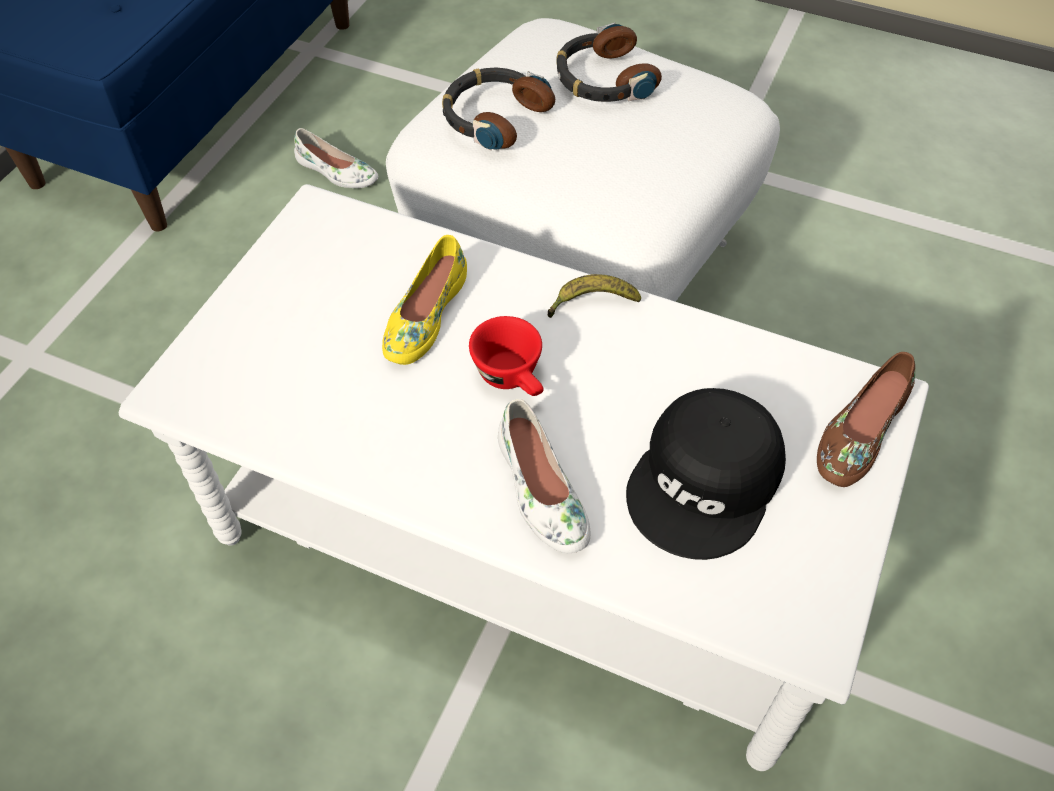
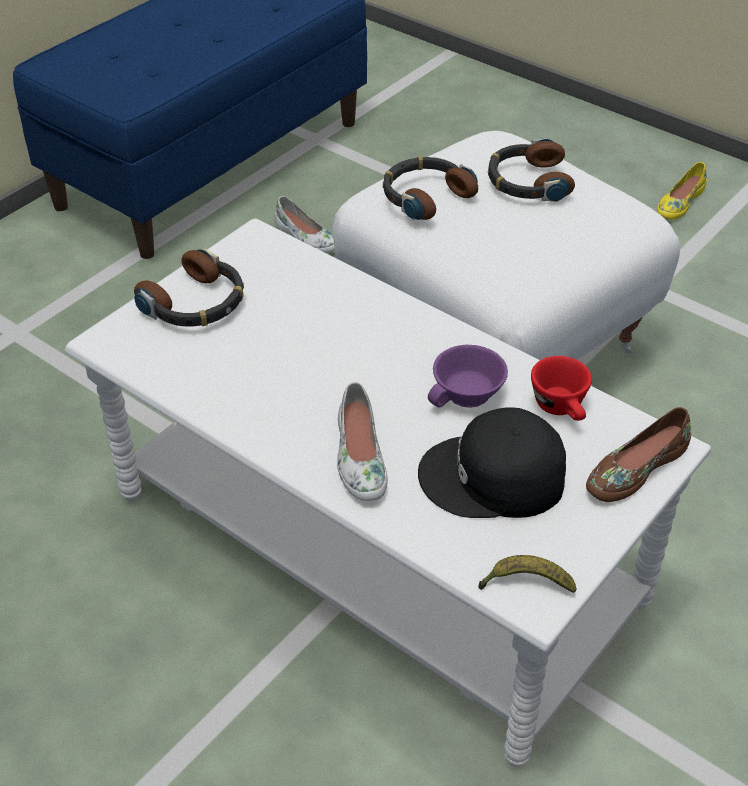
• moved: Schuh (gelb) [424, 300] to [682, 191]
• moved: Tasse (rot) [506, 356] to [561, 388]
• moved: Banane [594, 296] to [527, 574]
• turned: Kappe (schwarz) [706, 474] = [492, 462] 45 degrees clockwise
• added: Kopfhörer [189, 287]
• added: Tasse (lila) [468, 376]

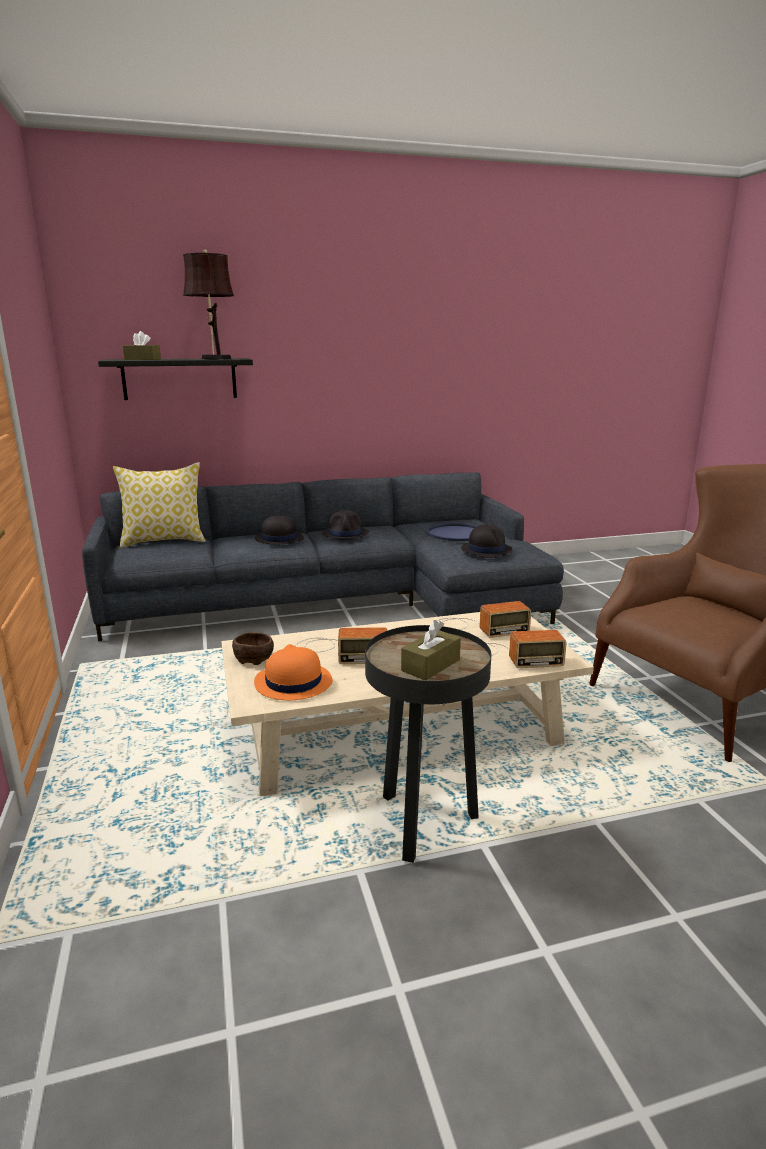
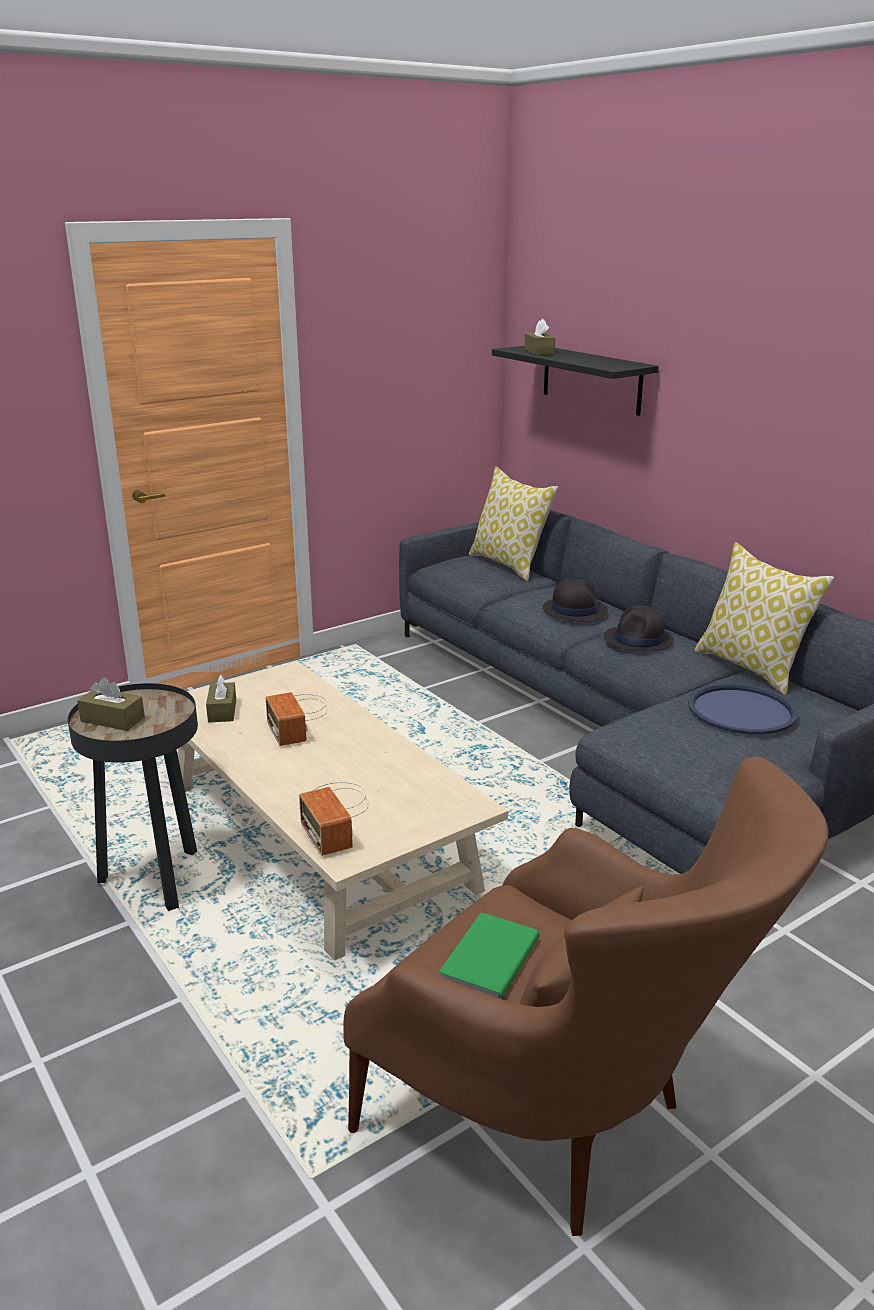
• removed: Tischlampe (braun) [208, 304]
• removed: Schüssel (braun) [253, 648]
• replaced: Hut (orange) [293, 672] to Taschentuchbox (braun) [221, 699]
• removed: Radio [484, 619]
• removed: Hut (schwarz) [486, 541]
• added: Buch (grün) [489, 955]
• added: Kissen [764, 618]

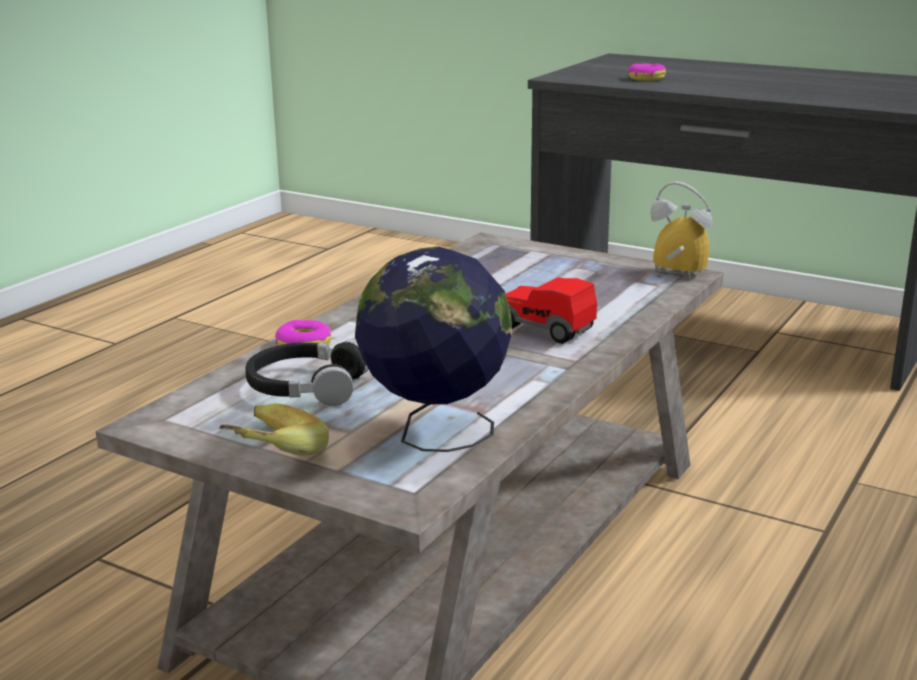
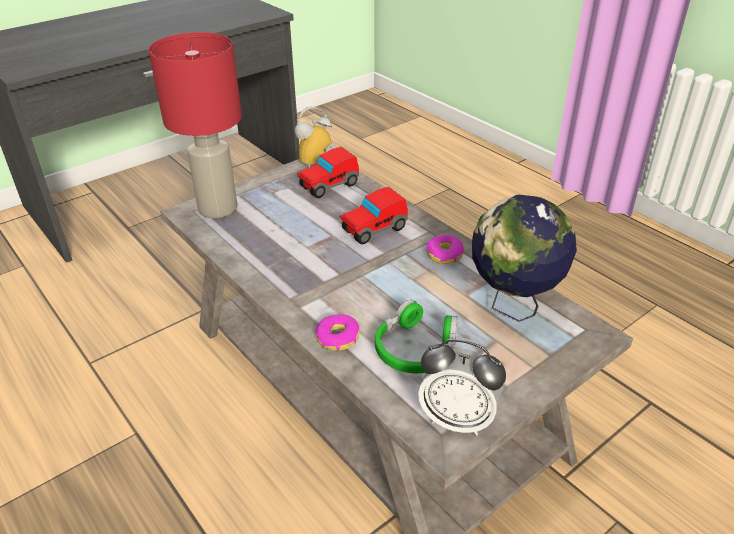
• removed: Banane [274, 430]
• recoloured: Kopfhörer (schwarz) [307, 372] to Kopfhörer (grün) [416, 336]
• moved: Donut [647, 72] to [445, 249]
• added: Tischlampe (rot) [195, 125]
• added: Spielzeugauto [328, 172]
• added: Wecker [462, 387]

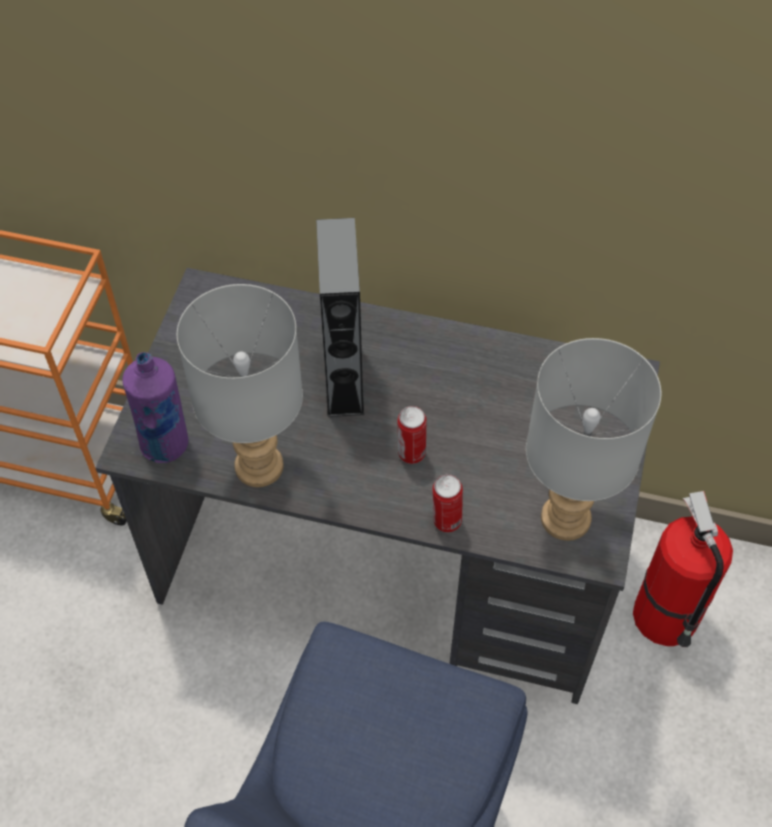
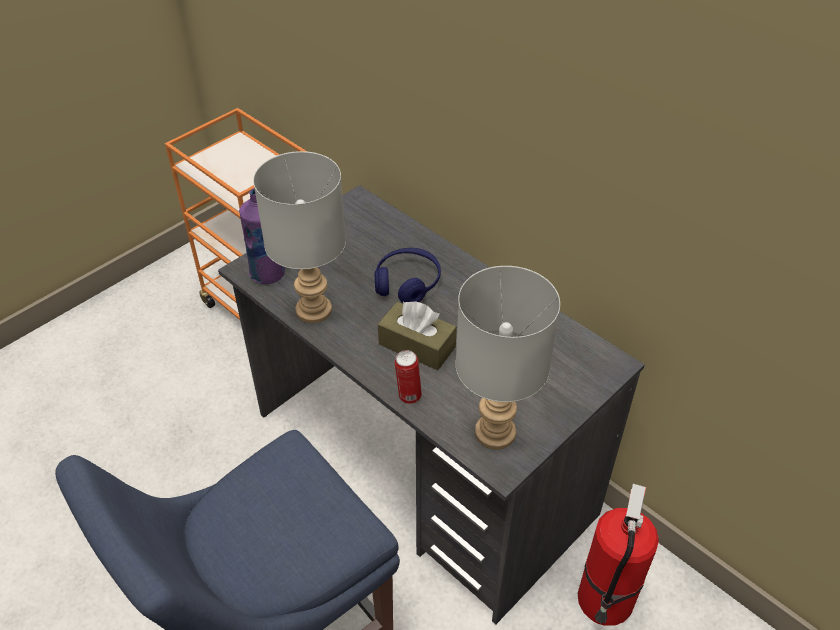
• replaced: Lautsprecher (grau) [340, 317] to Kopfhörer (blau) [407, 275]
• replaced: Dose [412, 435] to Taschentuchbox (braun) [417, 335]

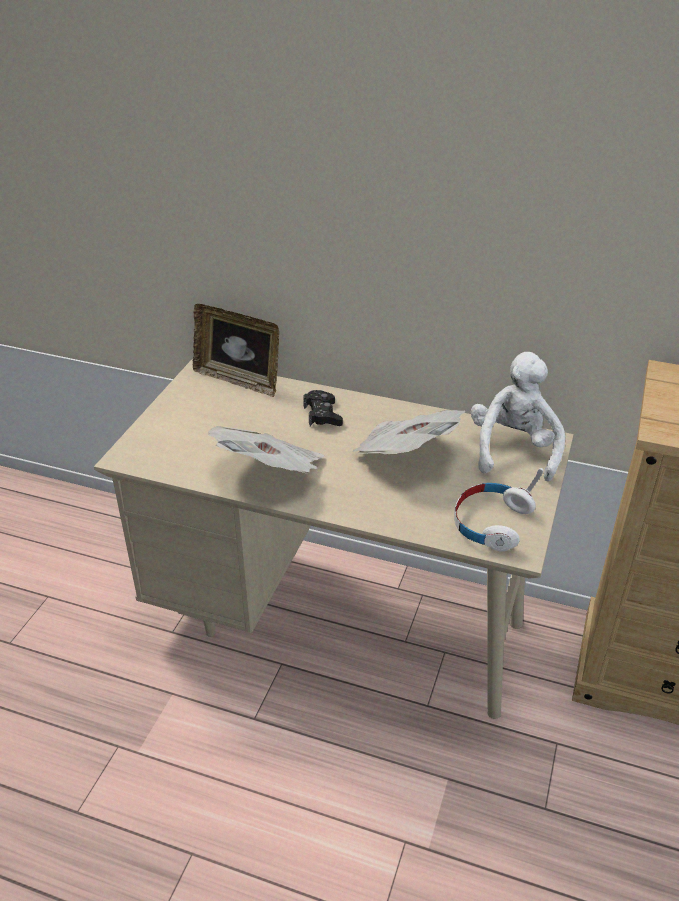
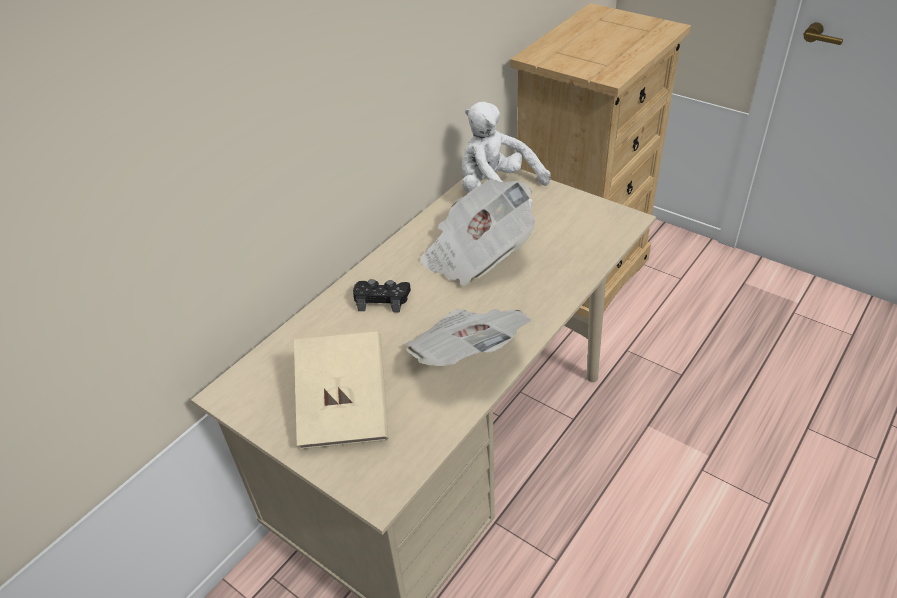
• removed: Bilderrahmen [236, 350]
• removed: Kopfhörer (weiß) [499, 509]
• added: Buch (beige) [341, 390]

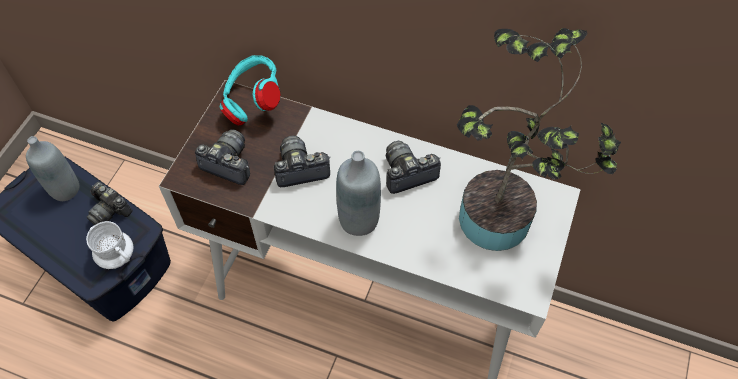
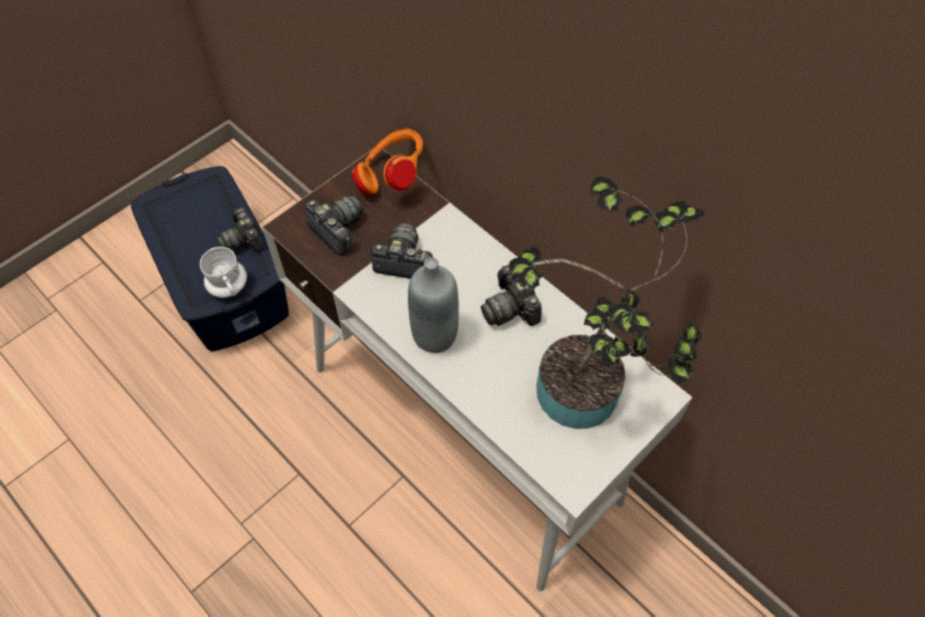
• removed: Flasche (grau) [52, 168]
• recoloured: Kopfhörer (türkis) [250, 90] to Kopfhörer (orange) [387, 162]
• turned: Kamera [413, 167] = [511, 295] 120 degrees counterclockwise

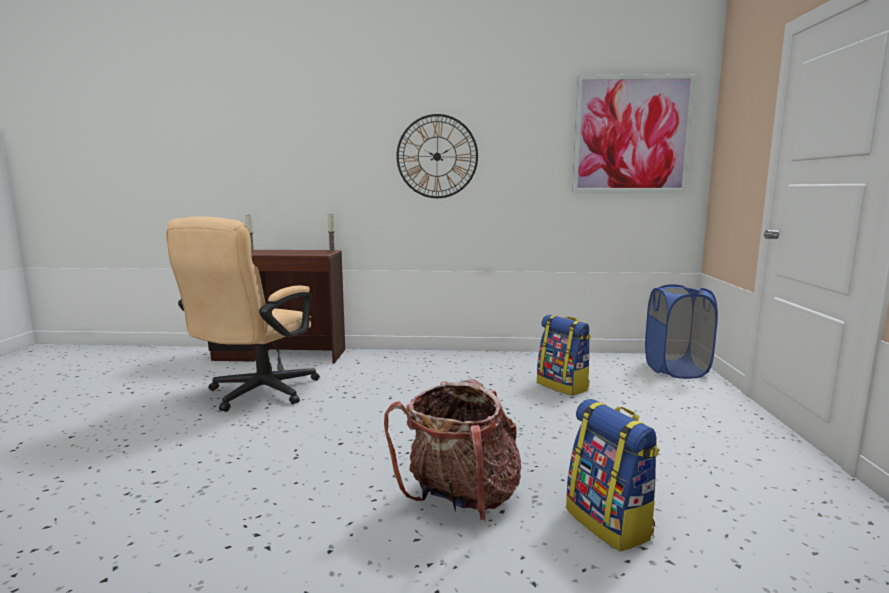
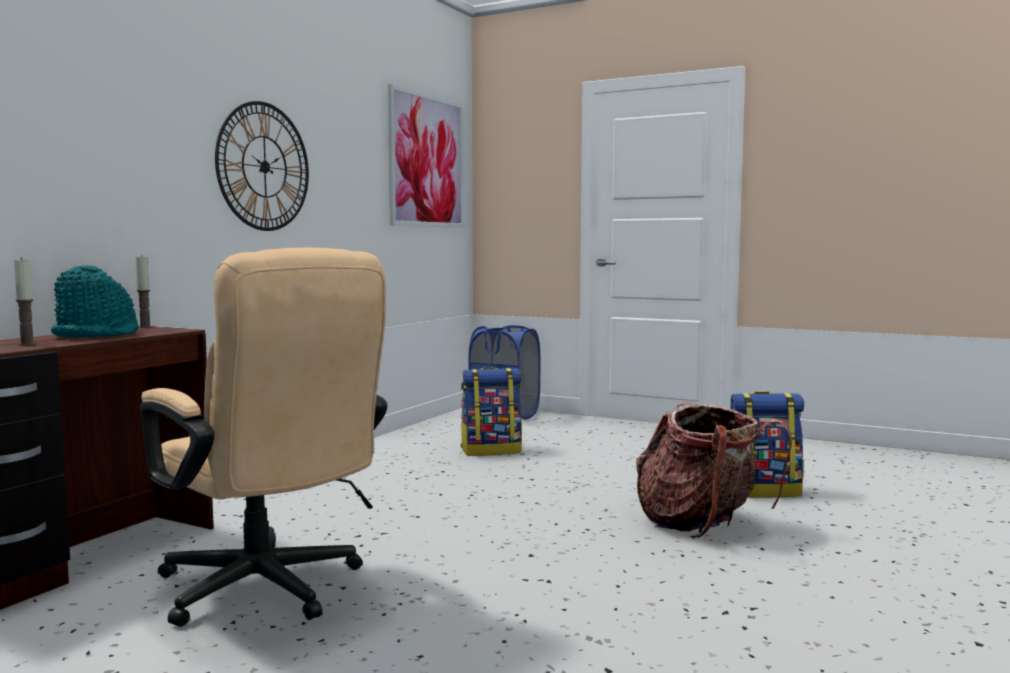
• added: Hut (türkis) [95, 301]

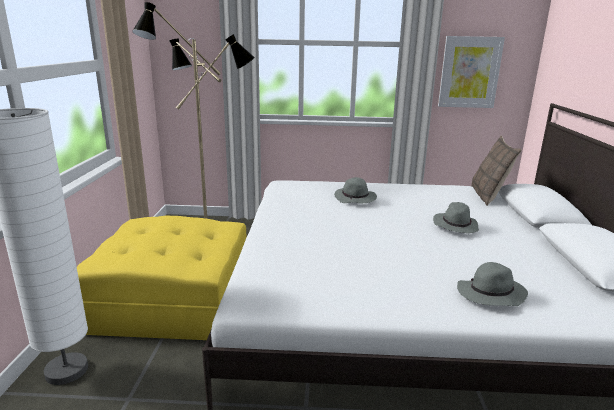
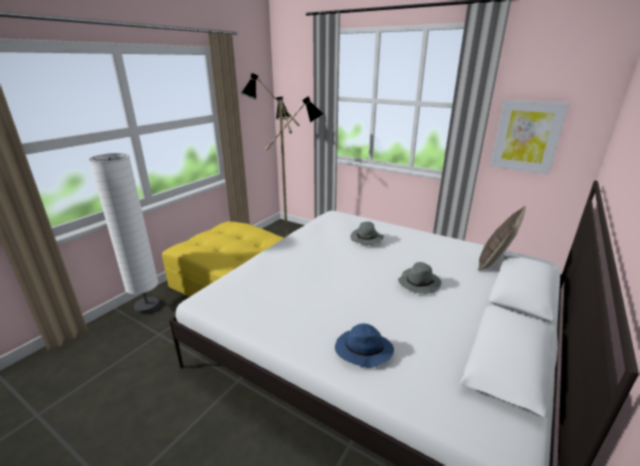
• recoloured: Hut (grau) [492, 284] to Hut (blau) [364, 346]

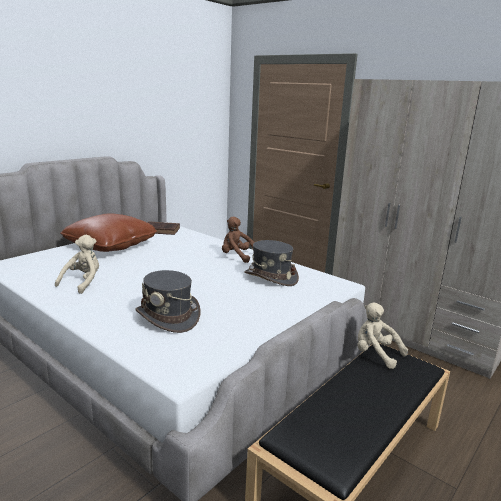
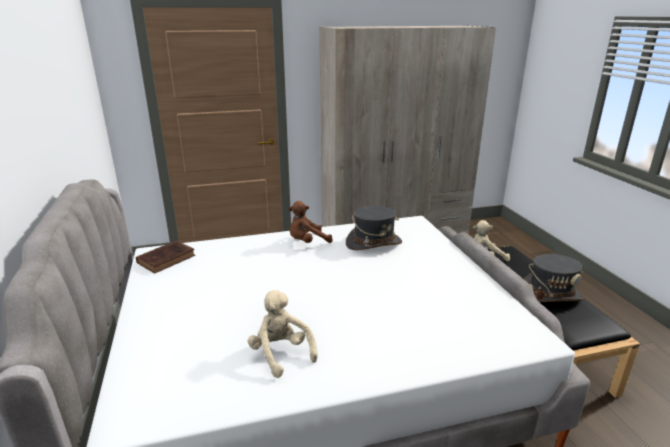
• removed: Kissen (braun) [108, 232]
• moved: Hut (grau) [168, 301] to [554, 278]

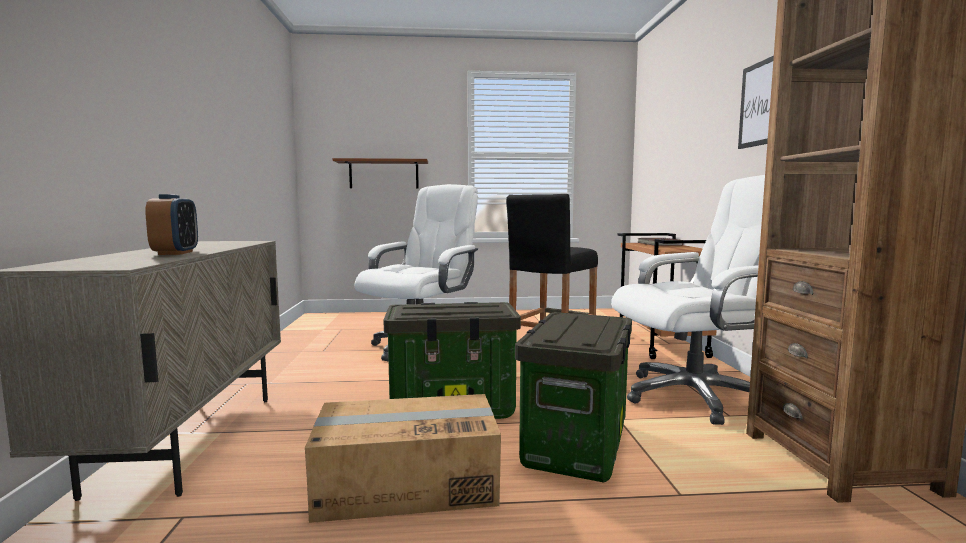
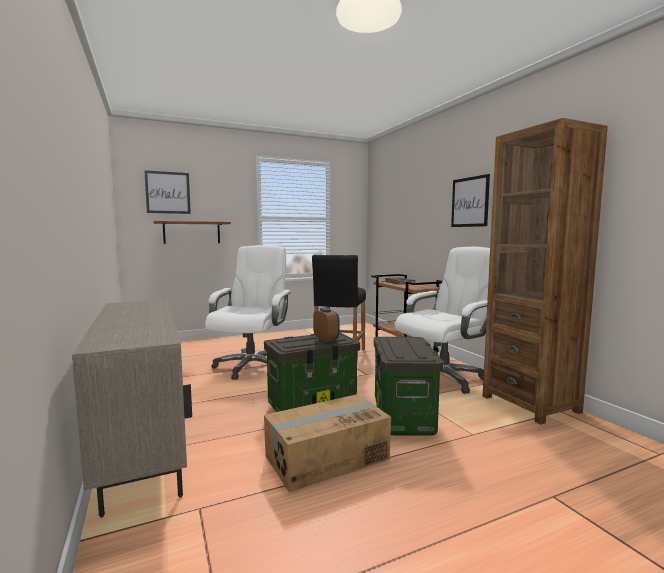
• moved: Wecker [171, 224] to [326, 325]
• added: Bild [167, 192]

